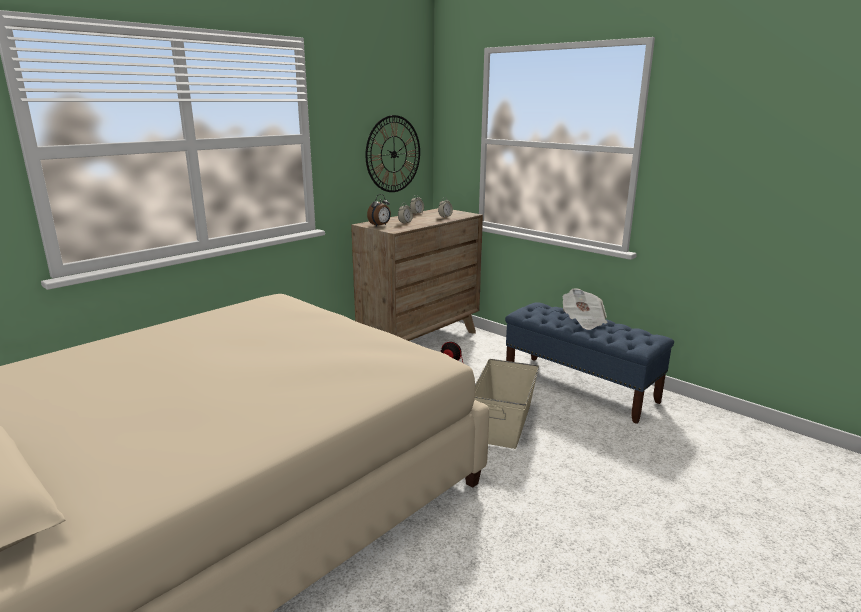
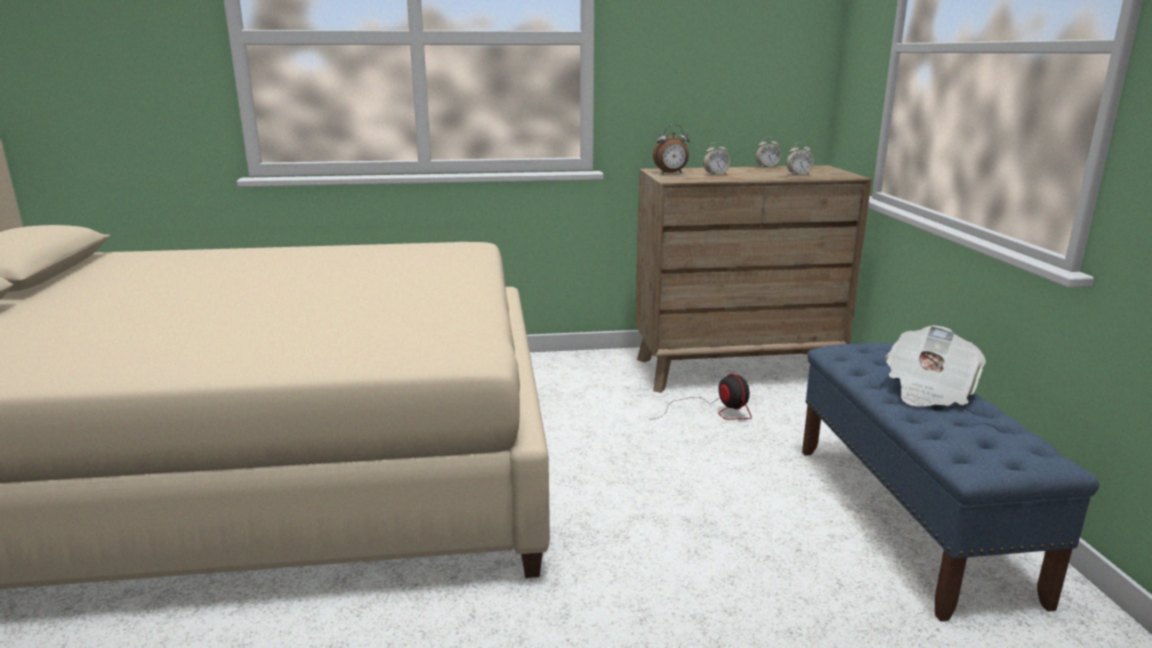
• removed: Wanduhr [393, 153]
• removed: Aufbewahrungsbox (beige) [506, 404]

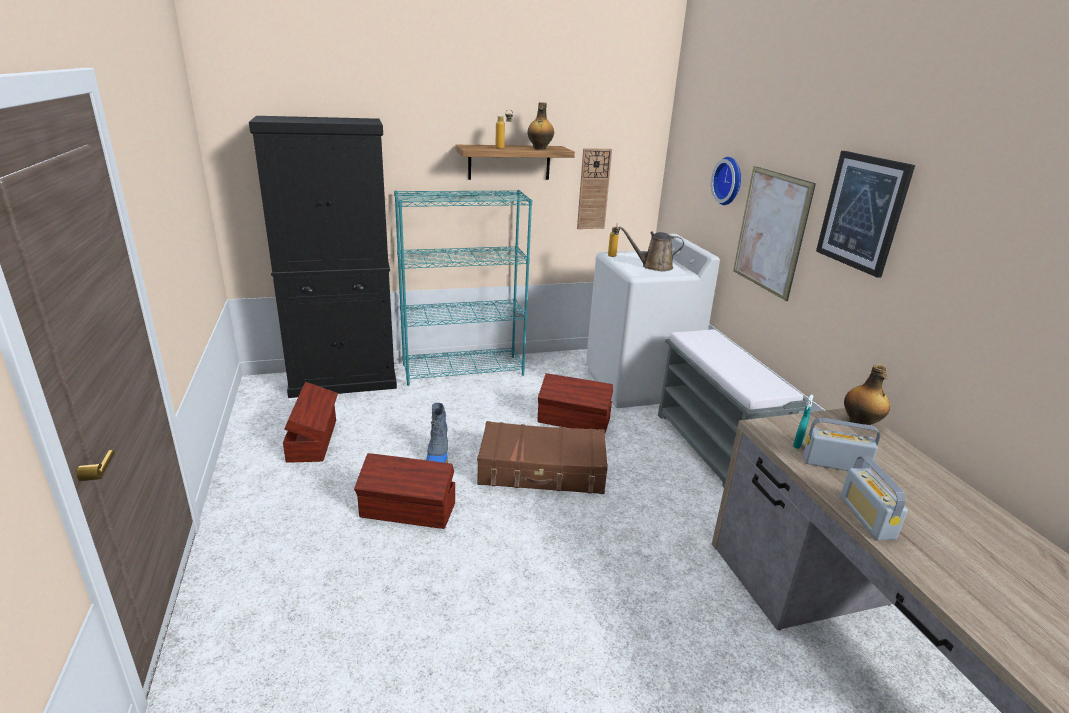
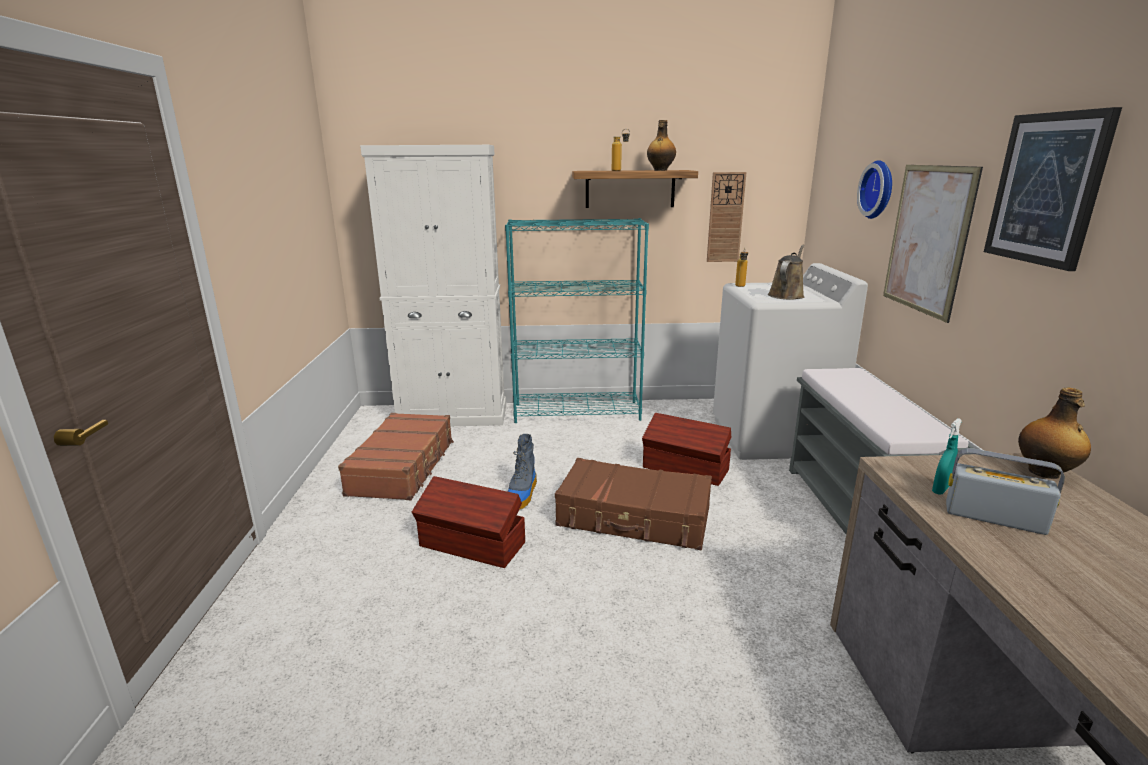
• recoloured: Schrank (schwarz) [323, 257] to Schrank (weiß) [433, 285]
• replaced: Aufbewahrungsbox (braun) [310, 422] to Koffer (braun) [396, 456]
• turned: Gießkanne (braun) [651, 248] = [786, 272] 105 degrees clockwise
• removed: Radio [874, 498]

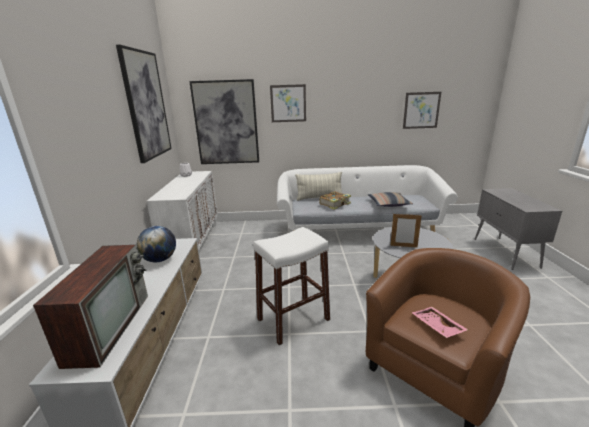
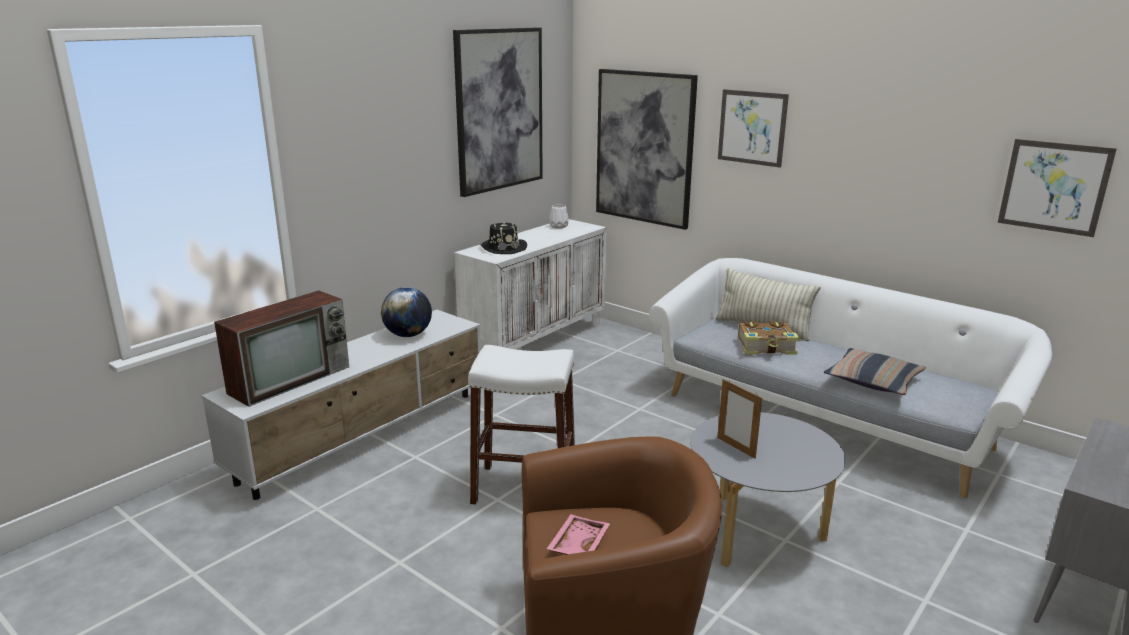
• added: Hut (schwarz) [503, 237]

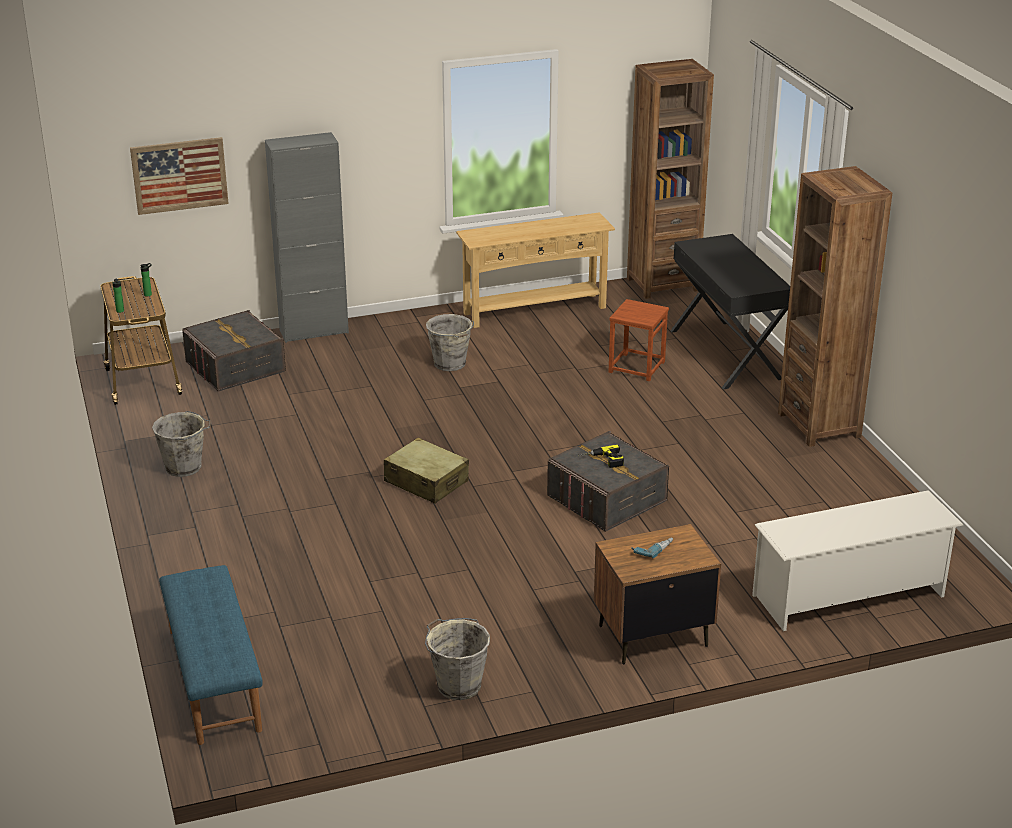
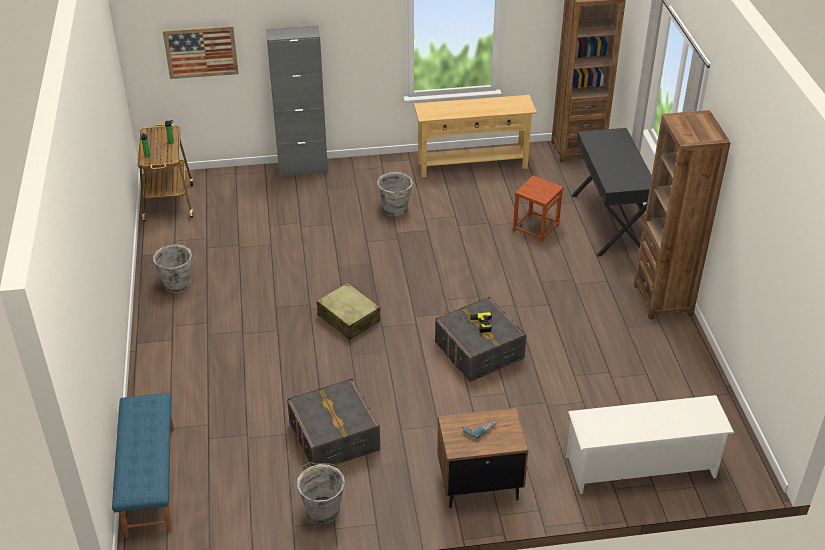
• moved: Aufbewahrungsbox (grau) [234, 351] to [333, 422]

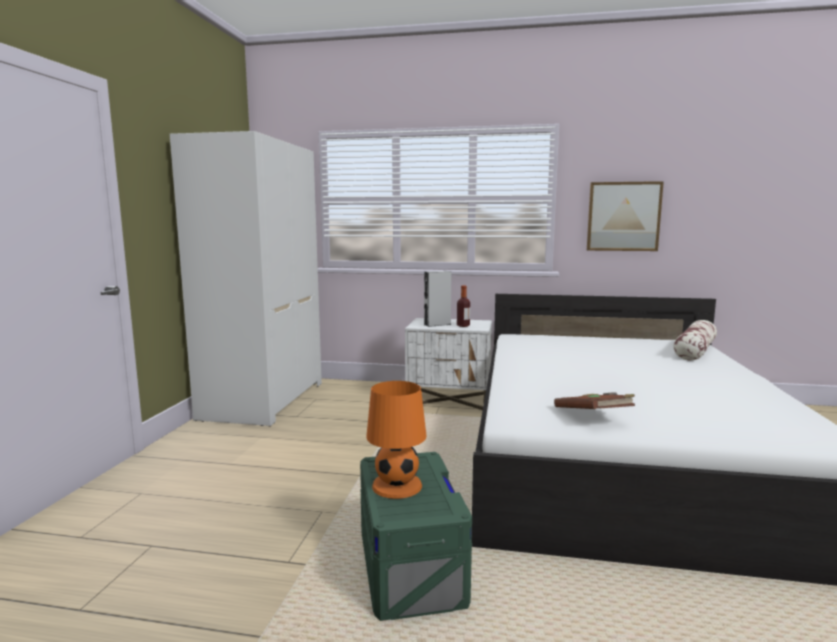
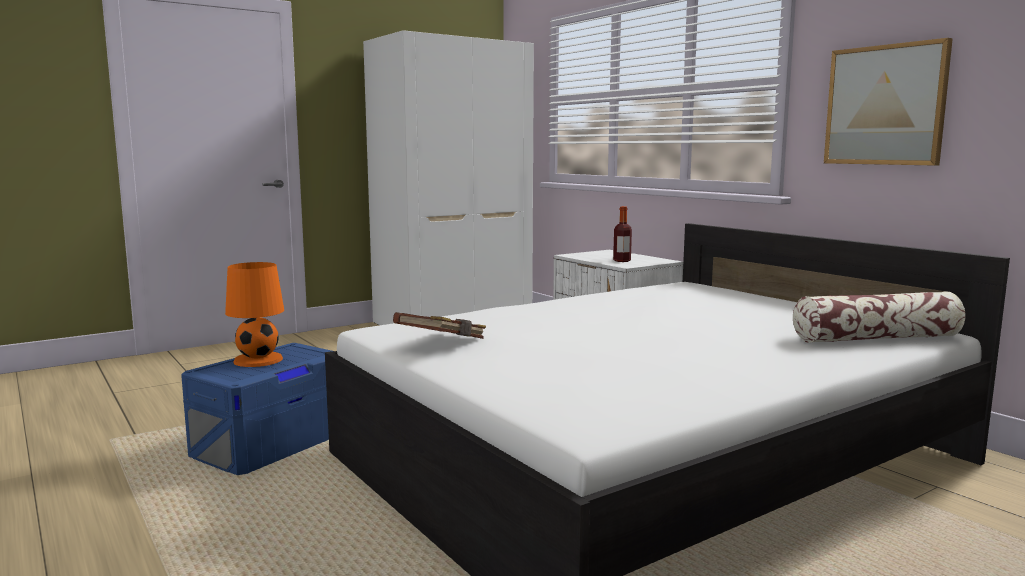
• recoloured: Aufbewahrungsbox (grün) [416, 536] to Aufbewahrungsbox (blau) [257, 409]
• removed: Lautsprecher (grau) [437, 299]

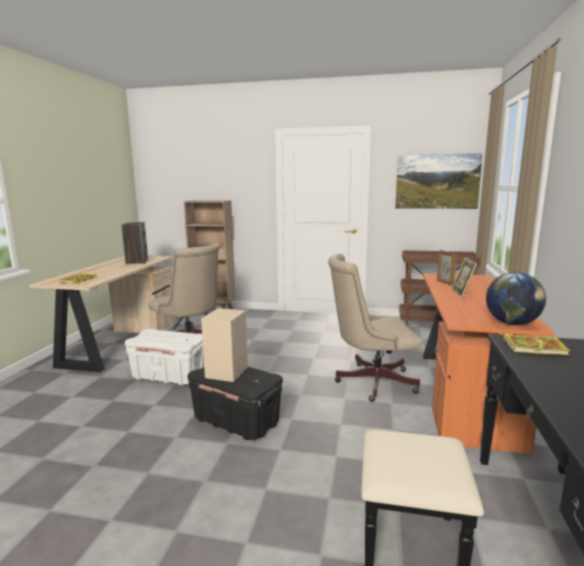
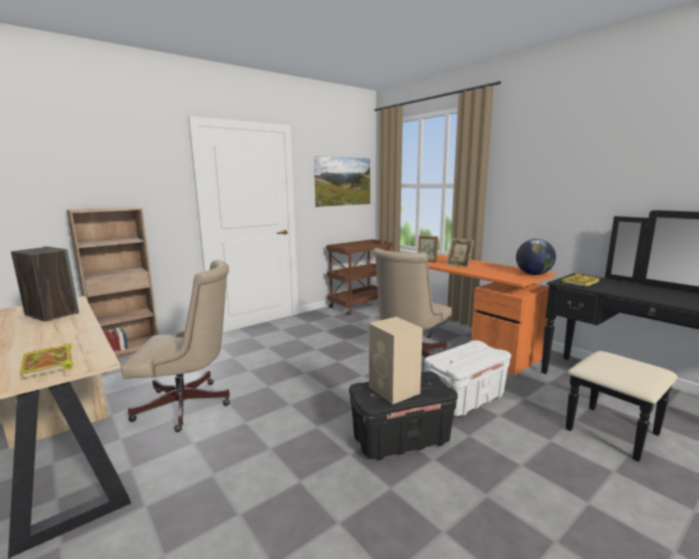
• moved: Aufbewahrungsbox (weiß) [164, 357] to [468, 378]

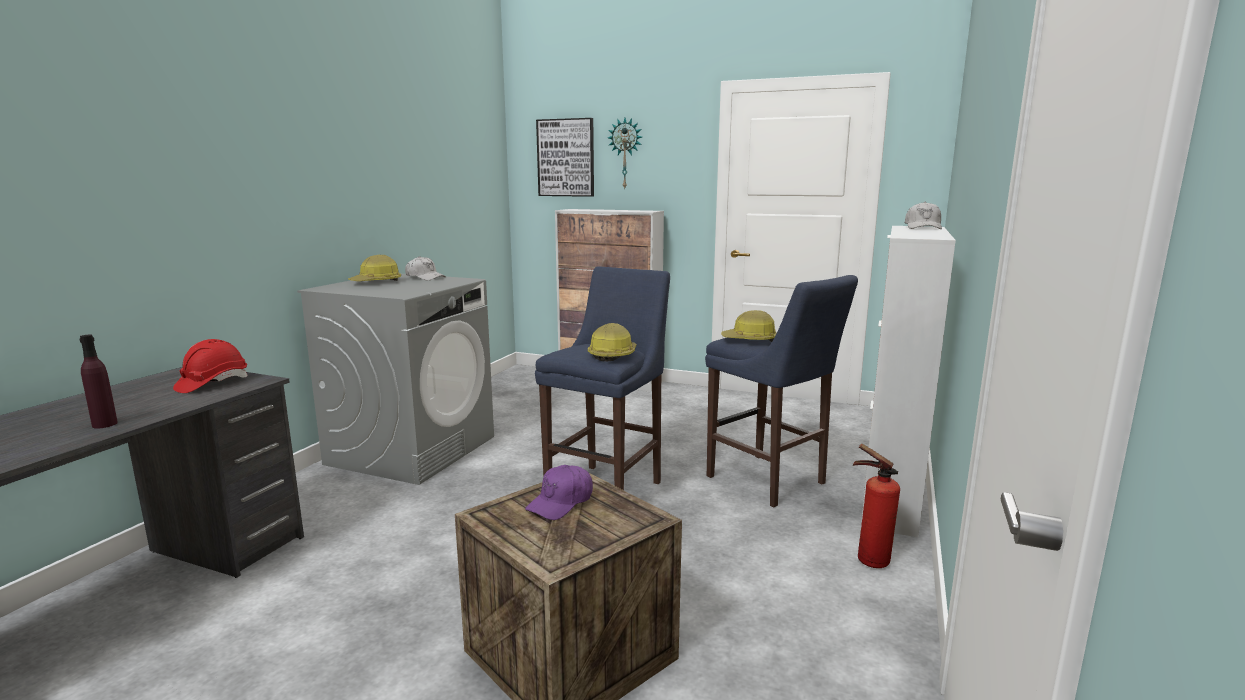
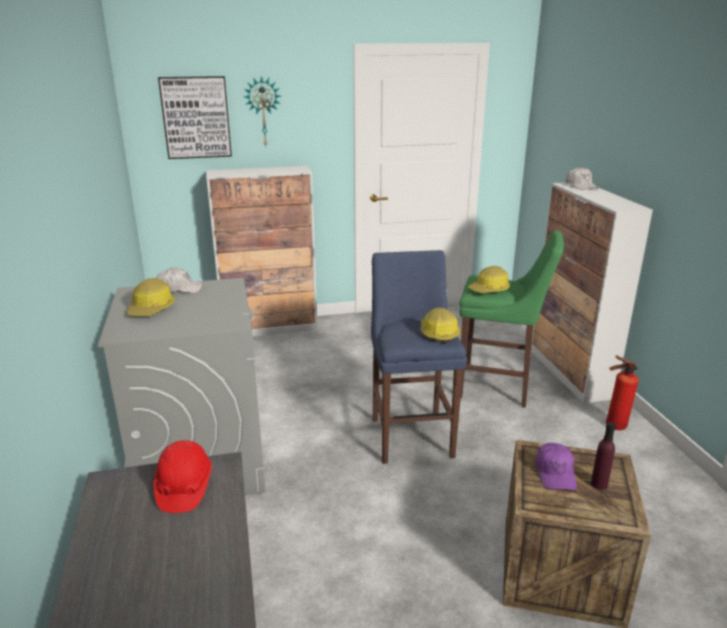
• moved: Flasche (lila) [98, 381] to [603, 456]
• recoloured: Hocker (blau) [781, 391] to Hocker (grün) [512, 319]

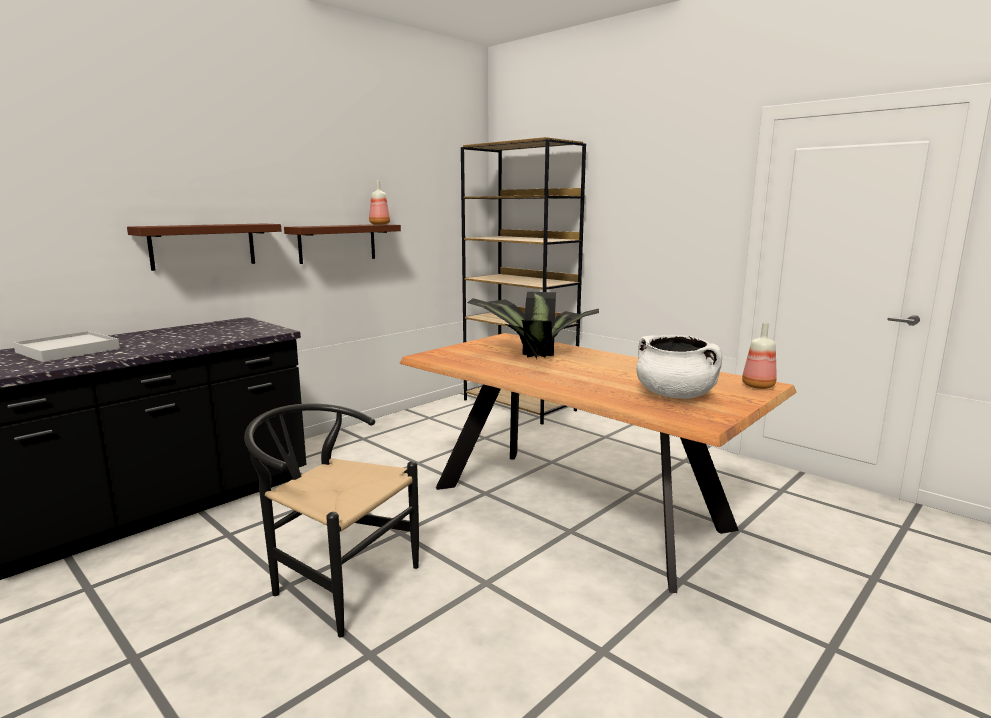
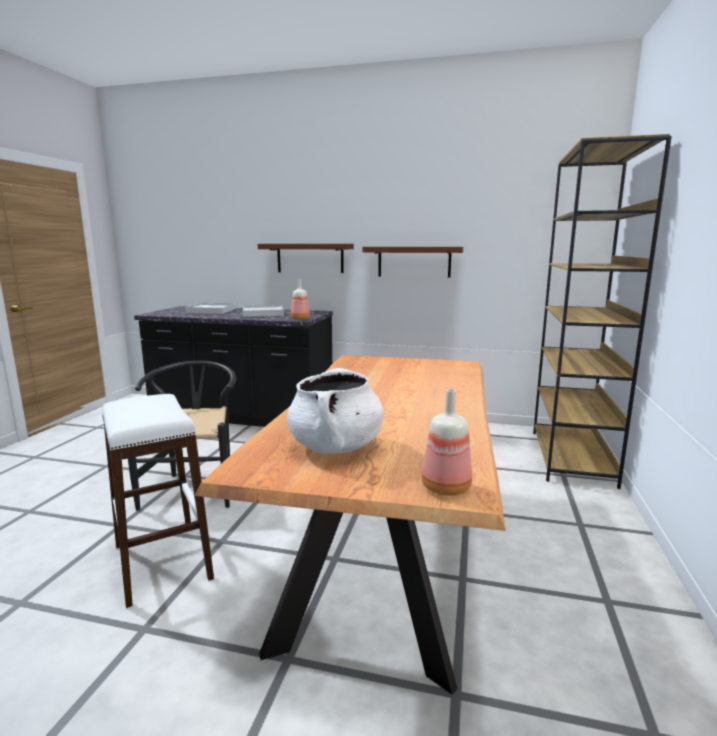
• moved: Flasche [379, 202] to [300, 300]
• removed: Topfpflanze [533, 325]
• added: Hocker (weiß) [158, 501]
• added: Tablett (weiß) [263, 311]

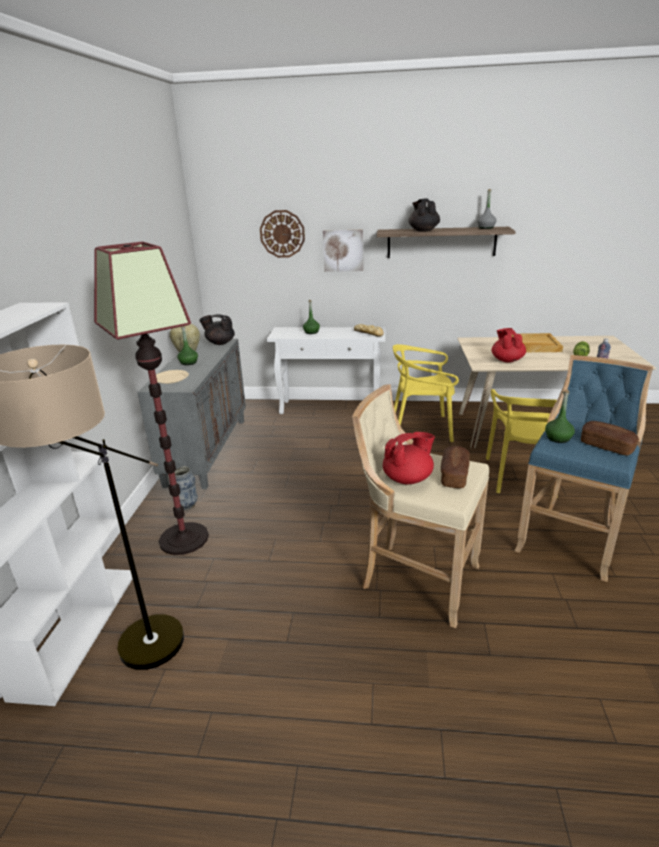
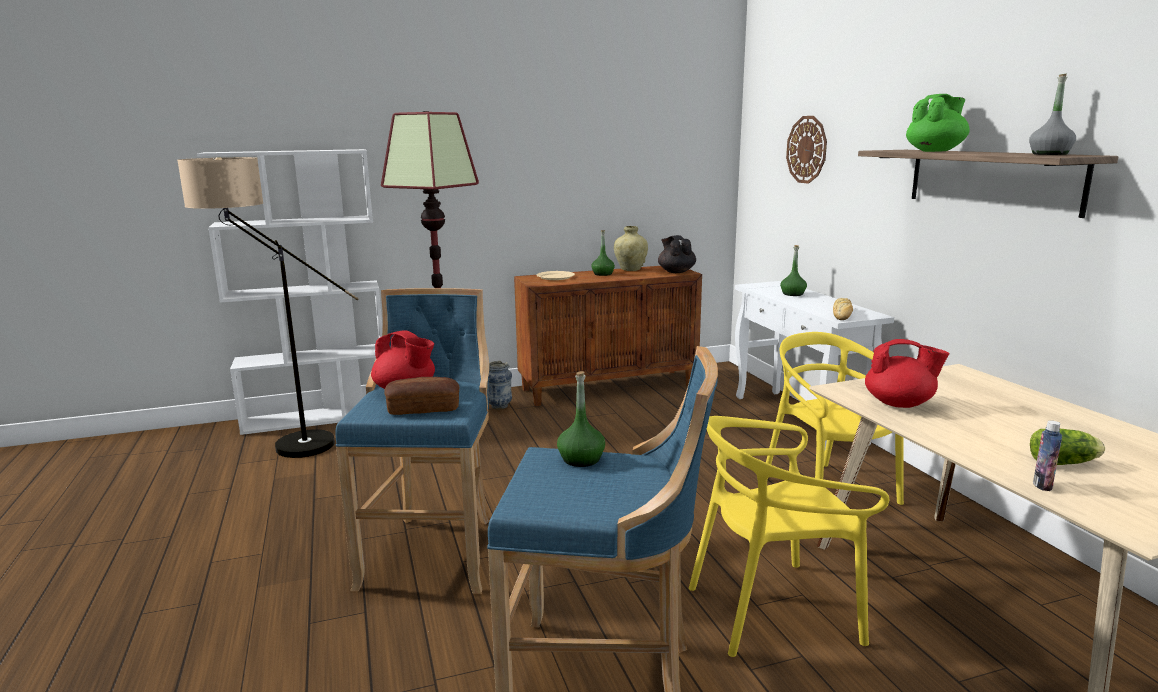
• recoloured: Schrank (grau) [191, 414] to Schrank (braun) [608, 336]
• removed: Bild [343, 251]
• recoloured: Hocker (beige) [420, 506] to Hocker (blau) [412, 441]
• recoloured: Teekanne (schwarz) [424, 215] to Teekanne (grün) [937, 123]
• turned: Teekanne (rot) [509, 345] = [907, 373] 45 degrees clockwise
• removed: Tablett (beige) [537, 342]
• removed: Brot [610, 438]

